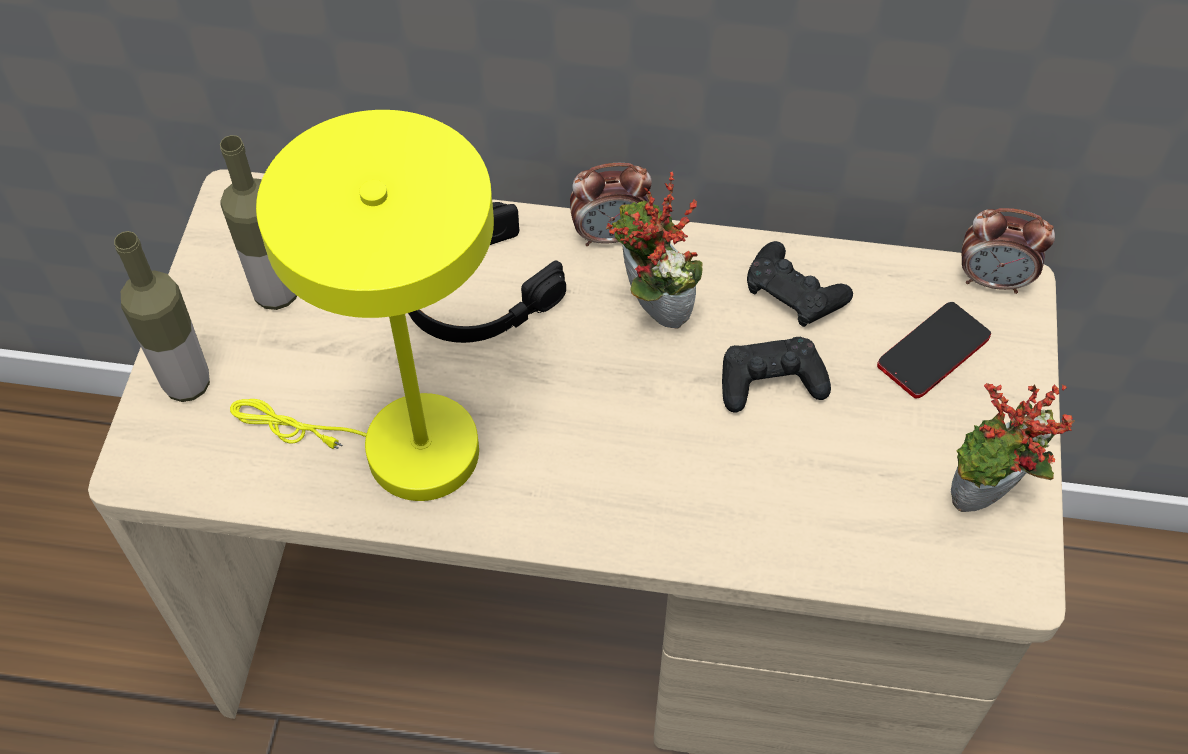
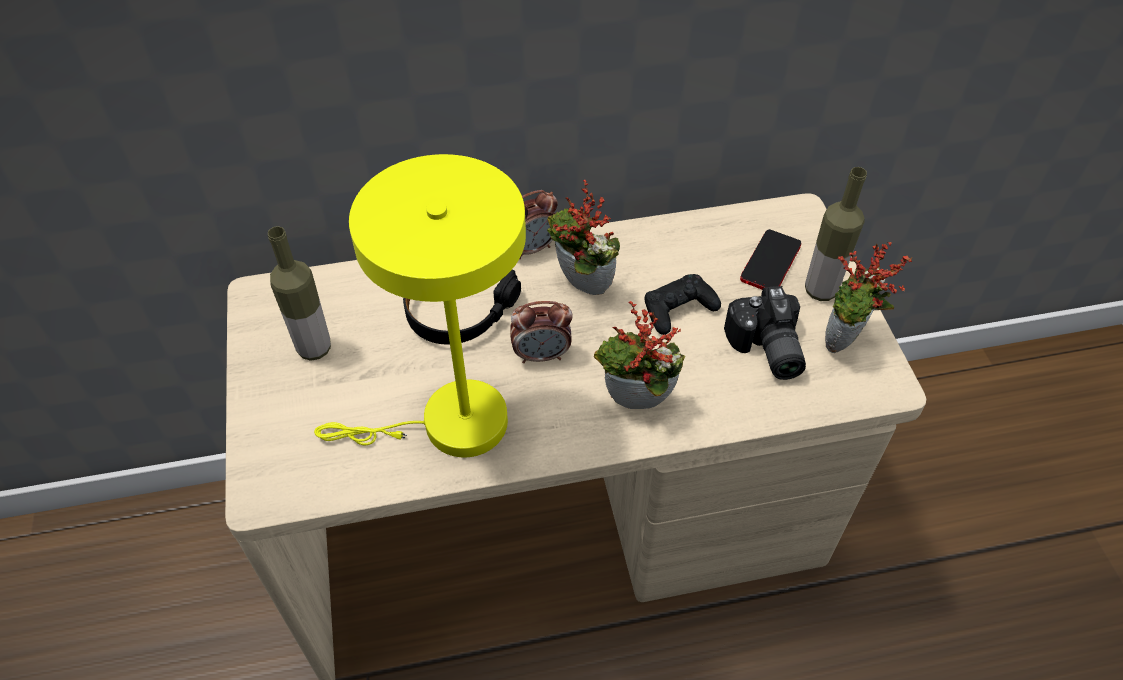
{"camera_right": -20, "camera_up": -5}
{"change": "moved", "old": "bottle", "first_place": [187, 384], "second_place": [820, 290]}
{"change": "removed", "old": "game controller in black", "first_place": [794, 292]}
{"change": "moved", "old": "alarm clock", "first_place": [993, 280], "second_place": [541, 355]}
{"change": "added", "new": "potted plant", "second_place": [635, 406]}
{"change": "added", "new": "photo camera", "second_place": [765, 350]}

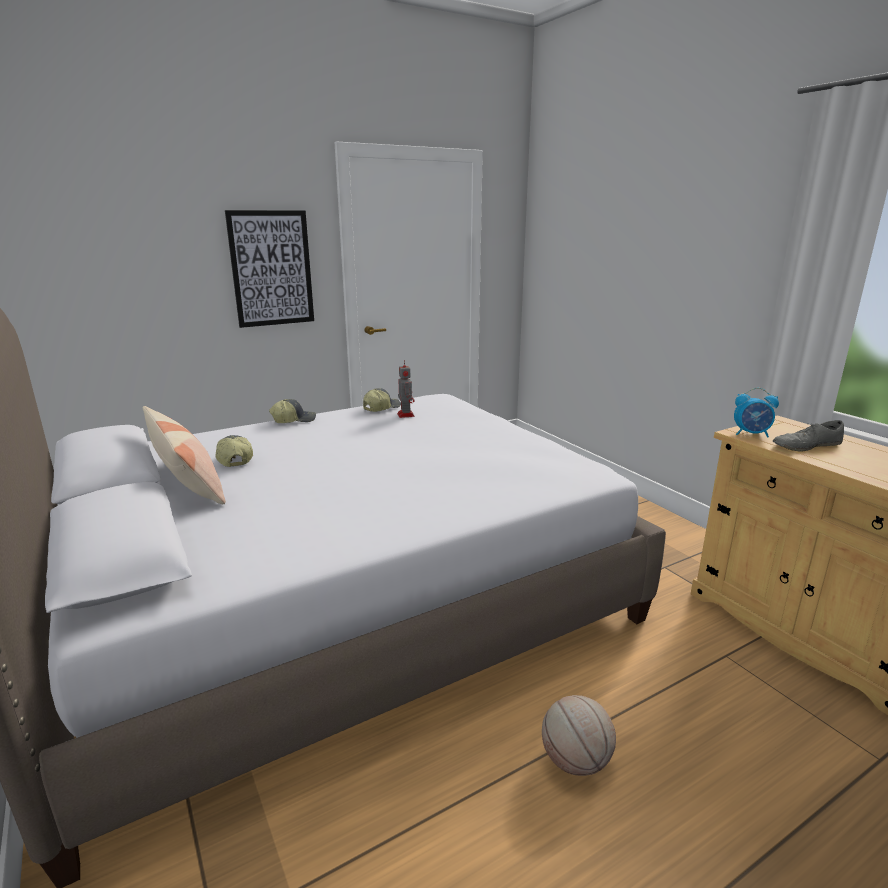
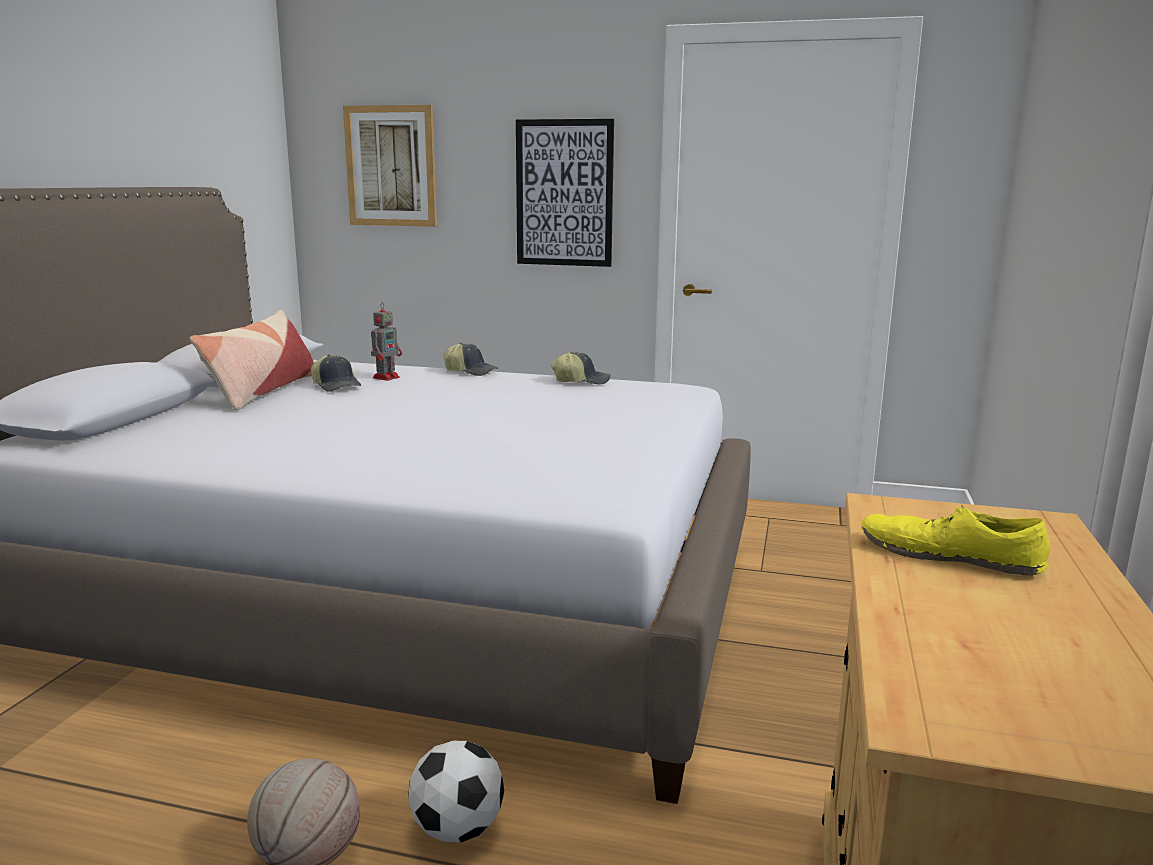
{"camera_right": 45, "camera_up": -5}
{"change": "turned", "old": "cap", "first_place": [234, 459], "second_place": [337, 386], "degrees": 120}
{"change": "moved", "old": "toy robot", "first_place": [405, 414], "second_place": [387, 377]}
{"change": "removed", "old": "alarm clock", "first_place": [751, 434]}
{"change": "recoloured", "old": "shoe in grey", "new": "shoe in yellow", "first_place": [806, 446], "second_place": [948, 556]}
{"change": "added", "new": "picture", "second_place": [391, 166]}
{"change": "added", "new": "football", "second_place": [457, 829]}

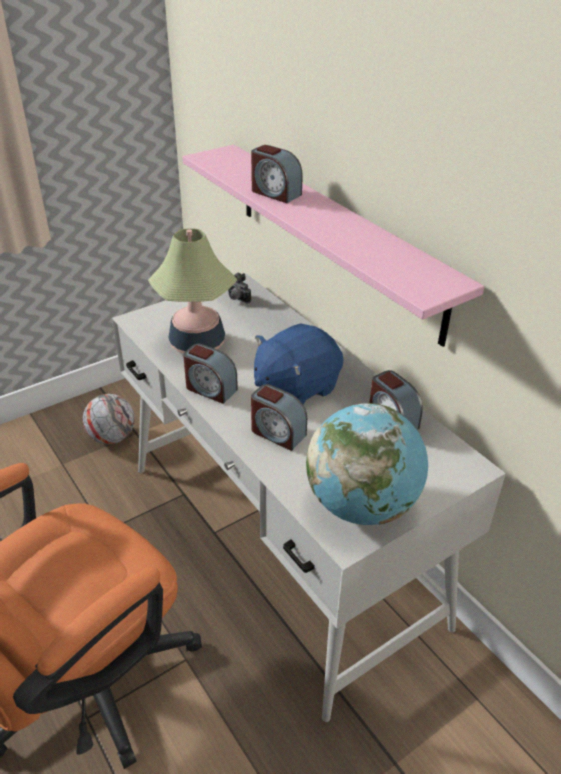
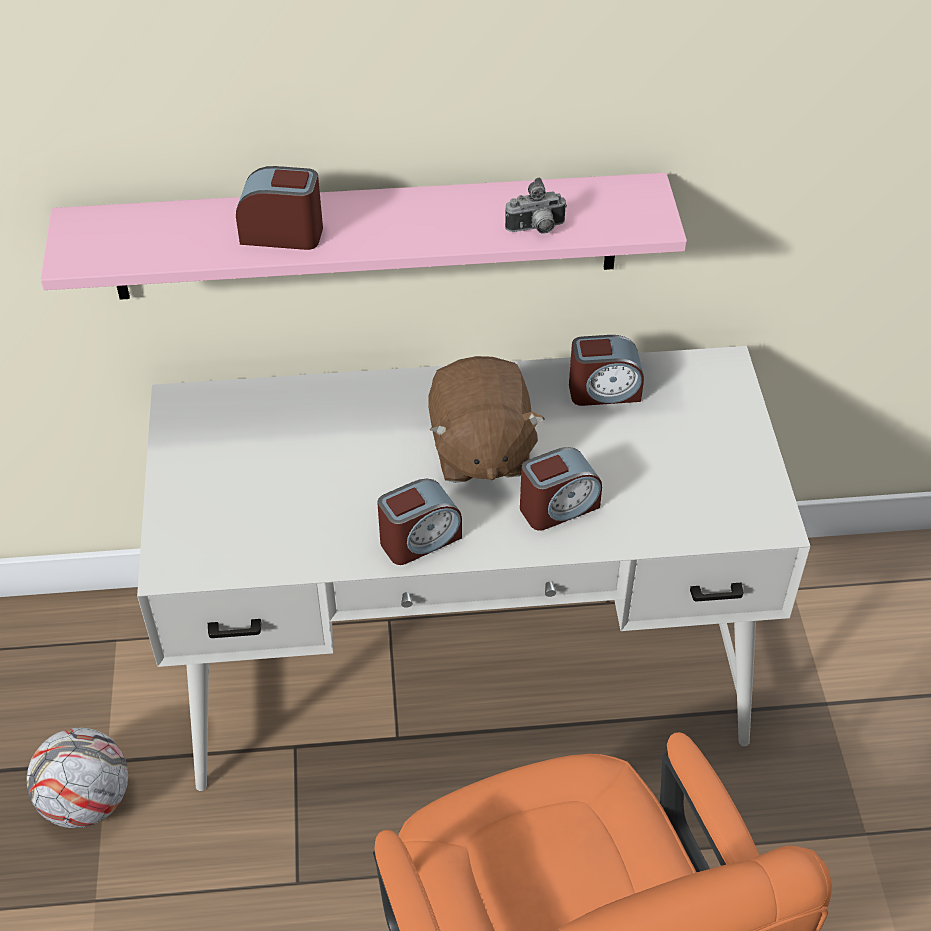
{"camera_right": -60, "camera_up": 10}
{"change": "removed", "old": "table lamp", "first_place": [197, 343]}
{"change": "moved", "old": "photo camera", "first_place": [237, 298], "second_place": [536, 229]}
{"change": "turned", "old": "alarm clock", "first_place": [275, 193], "second_place": [282, 233], "degrees": -150}
{"change": "recoloured", "old": "plush toy in blue", "new": "plush toy in brown", "first_place": [295, 387], "second_place": [480, 450]}
{"change": "removed", "old": "globe", "first_place": [362, 505]}

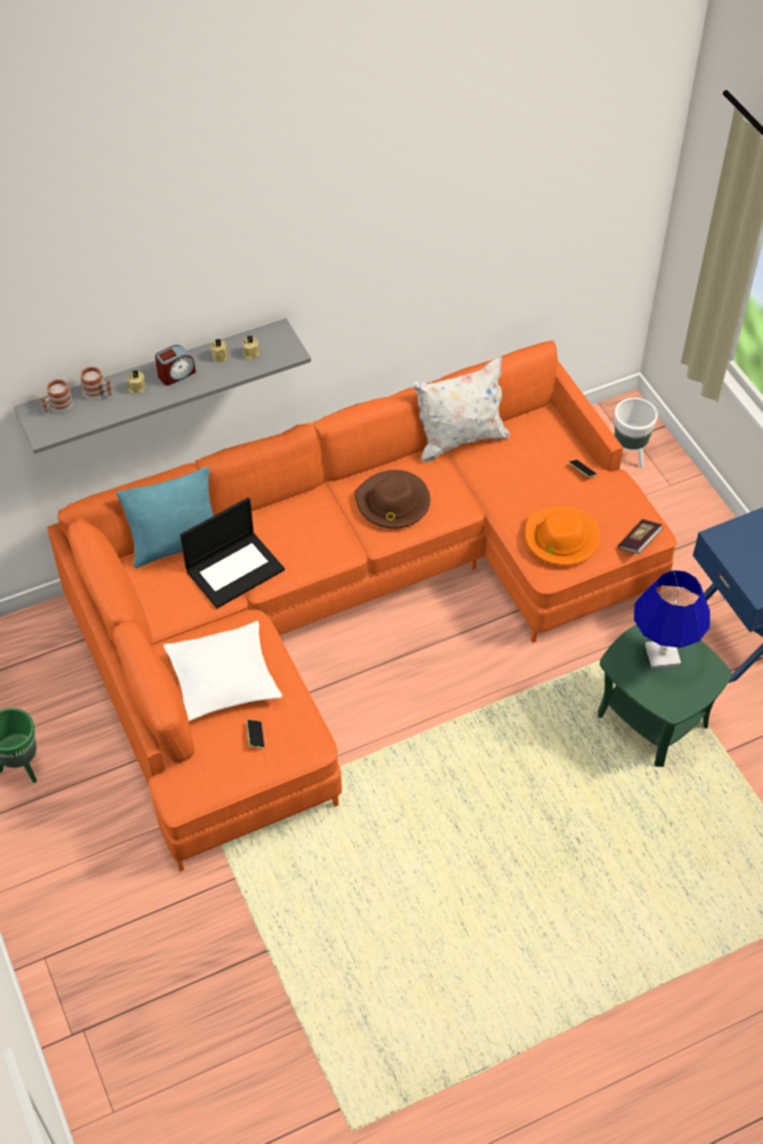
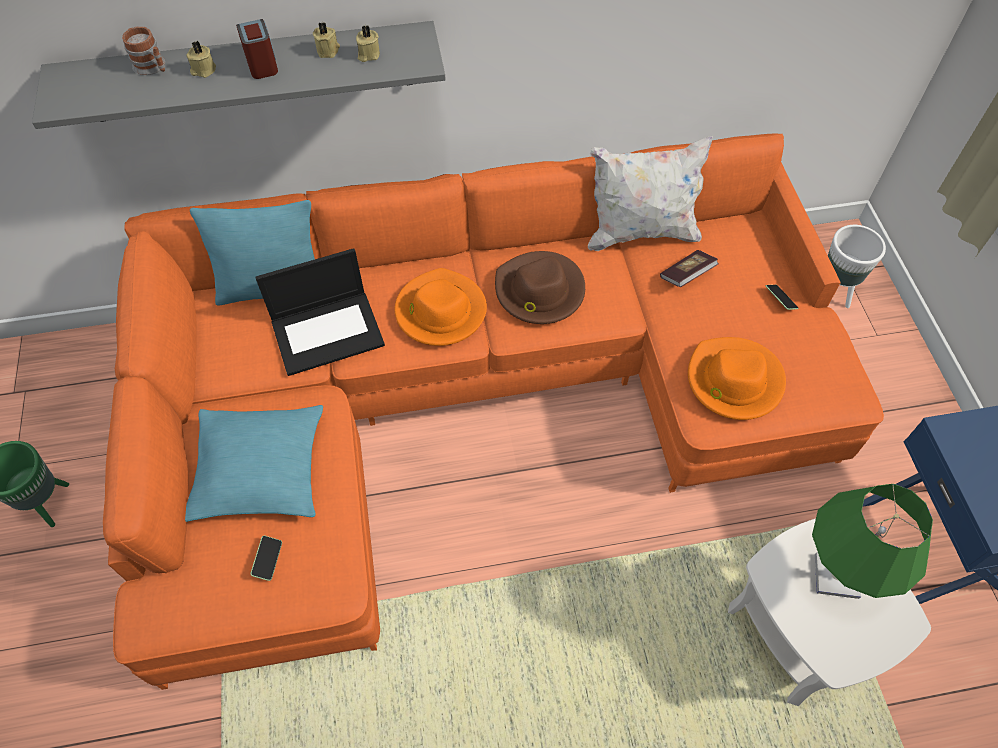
{"camera_right": 15, "camera_up": 5}
{"change": "removed", "old": "mug", "first_place": [58, 406]}
{"change": "turned", "old": "alarm clock", "first_place": [176, 374], "second_place": [261, 62], "degrees": -90}
{"change": "recoloured", "old": "pillow in white", "new": "pillow in turquoise", "first_place": [223, 679], "second_place": [259, 470]}
{"change": "recoloured", "old": "side table in green", "new": "side table in white", "first_place": [652, 720], "second_place": [797, 633]}
{"change": "moved", "old": "book", "first_place": [639, 542], "second_place": [686, 275]}
{"change": "recoloured", "old": "table lamp in blue", "new": "table lamp in green", "first_place": [662, 655], "second_place": [835, 576]}
{"change": "added", "new": "hat in orange", "second_place": [440, 311]}

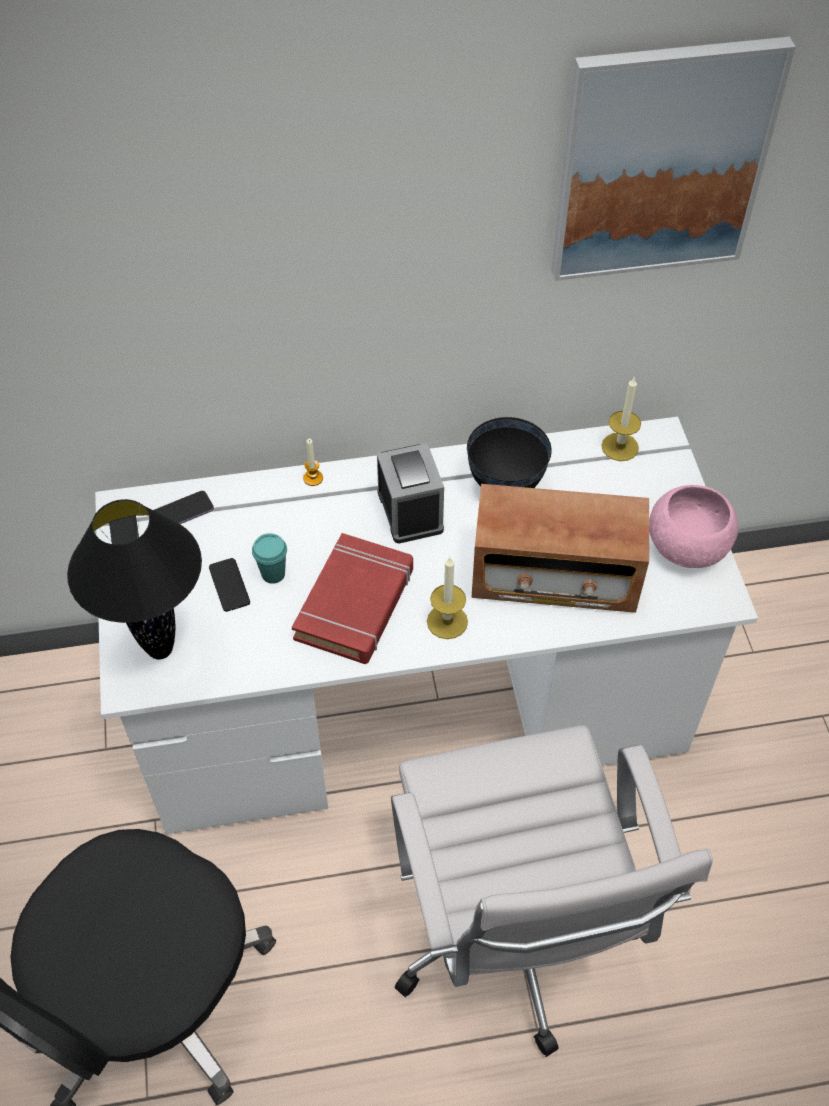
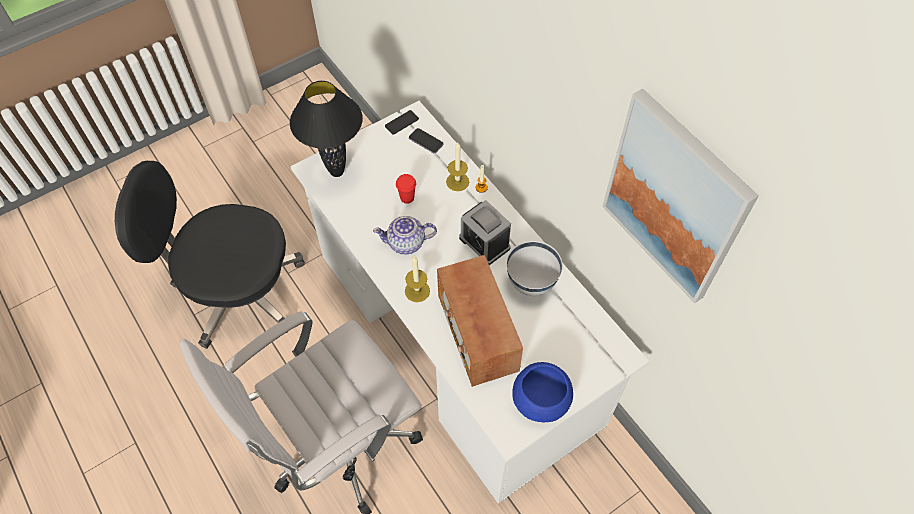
{"camera_right": 65, "camera_up": 5}
{"change": "removed", "old": "phone", "first_place": [229, 585]}
{"change": "recoloured", "old": "cup in turquoise", "new": "cup in red", "first_place": [273, 574], "second_place": [407, 198]}
{"change": "replaced", "old": "book in red", "new": "teapot", "first_place": [355, 604], "second_place": [406, 243]}
{"change": "turned", "old": "alarm clock", "first_place": [410, 511], "second_place": [484, 242], "degrees": 90}
{"change": "recoloured", "old": "bowl in black", "new": "bowl in white", "first_place": [505, 485], "second_place": [531, 283]}
{"change": "moved", "old": "candle", "first_place": [620, 447], "second_place": [457, 181]}
{"change": "recoloured", "old": "bowl in pink", "new": "bowl in blue", "first_place": [688, 546], "second_place": [541, 401]}

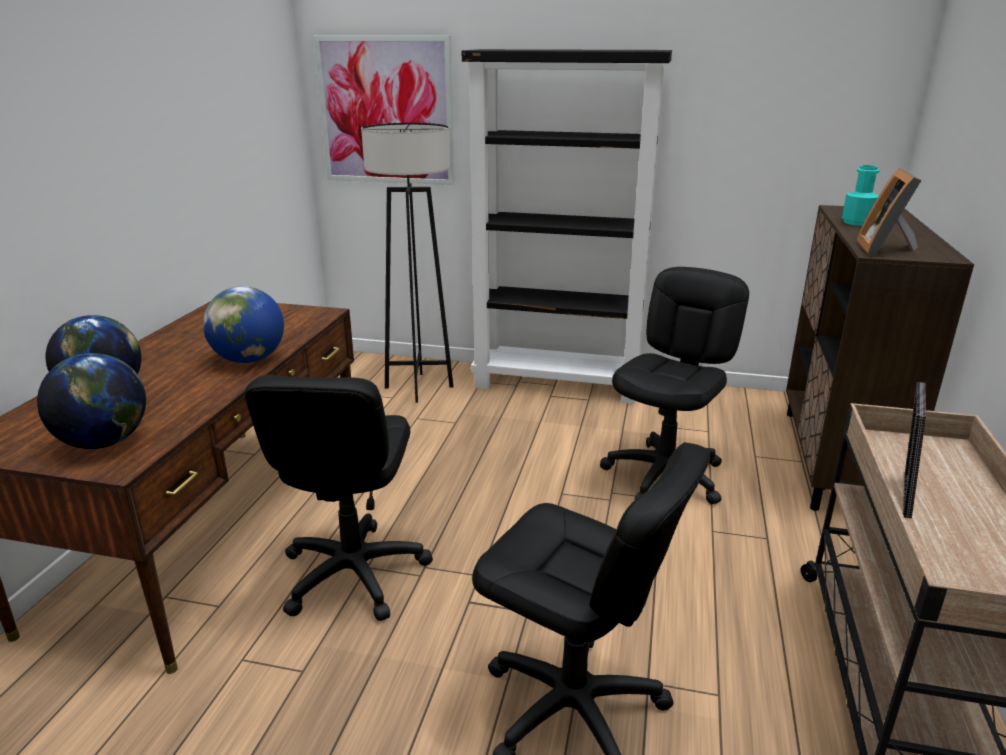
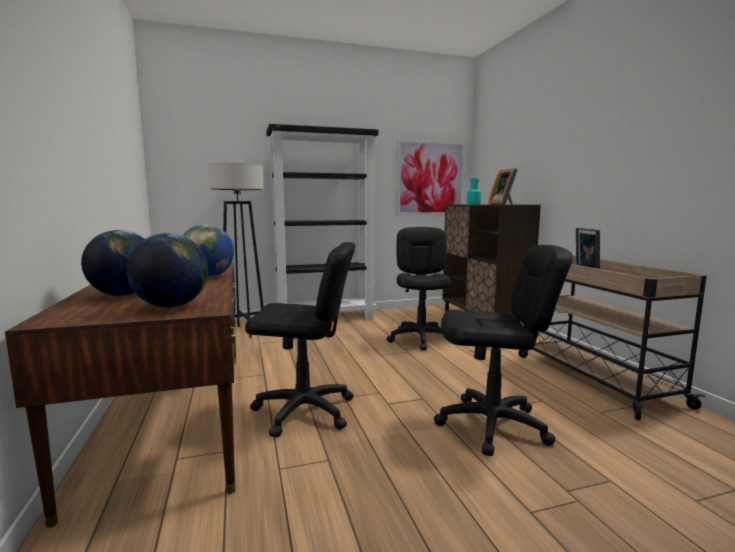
{"camera_right": -30, "camera_up": -15}
{"change": "turned", "old": "office chair in black", "first_place": [353, 573], "second_place": [304, 411], "degrees": -60}
{"change": "moved", "old": "picture", "first_place": [385, 111], "second_place": [430, 178]}

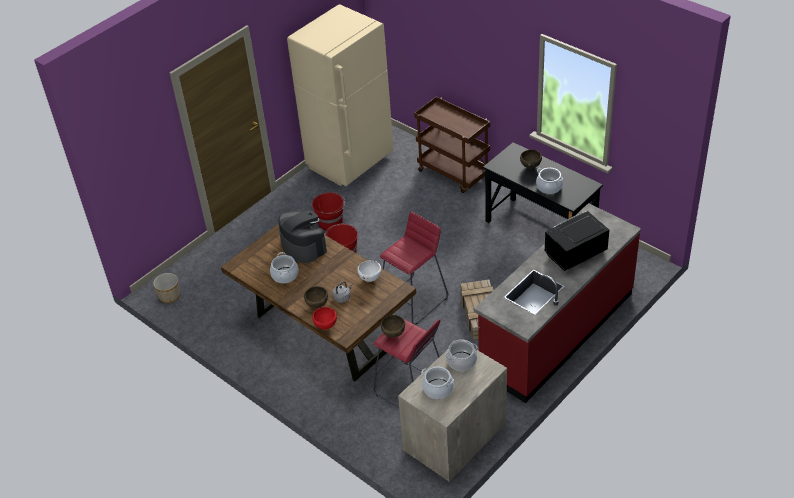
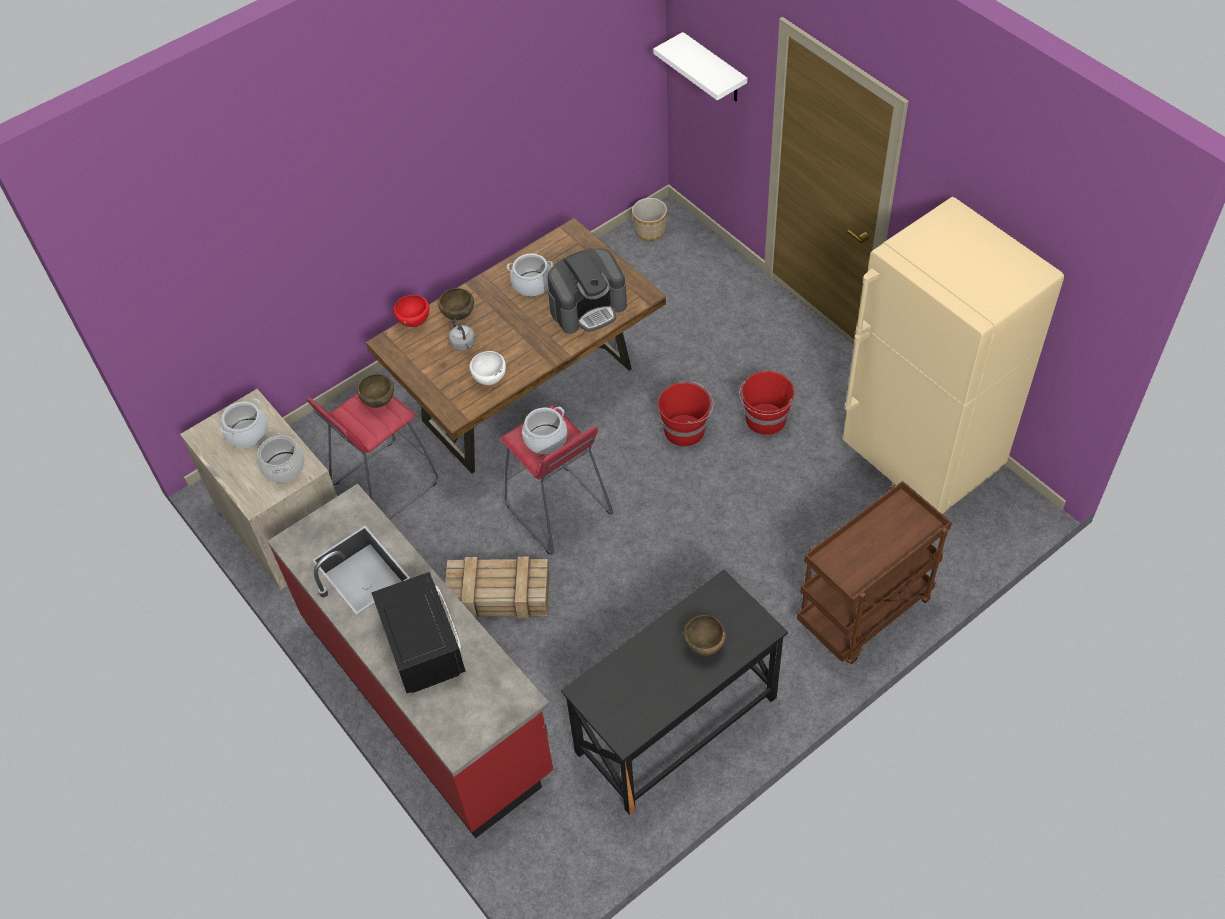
{"camera_right": 100, "camera_up": 10}
{"change": "moved", "old": "cooking pot", "first_place": [549, 187], "second_place": [545, 439]}
{"change": "added", "new": "shelf in white", "second_place": [714, 69]}

